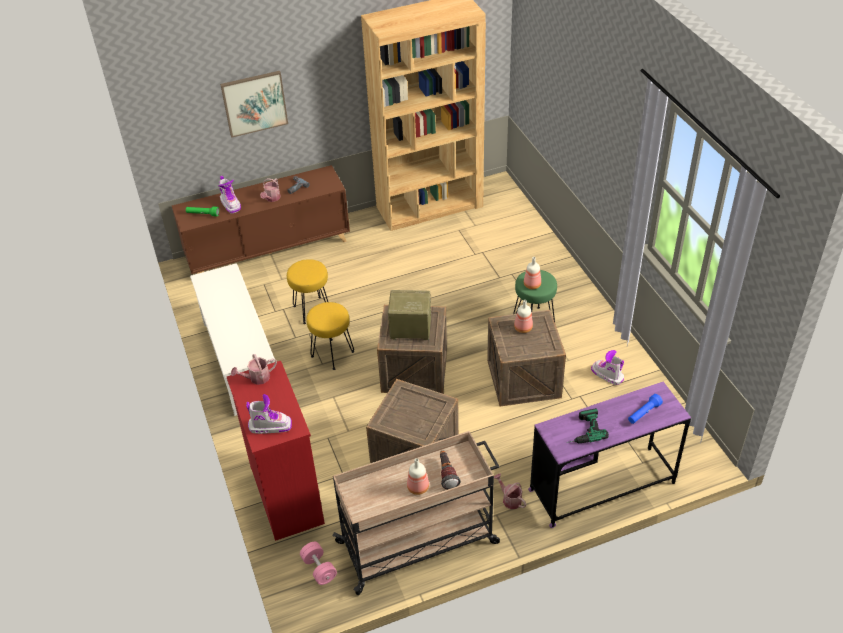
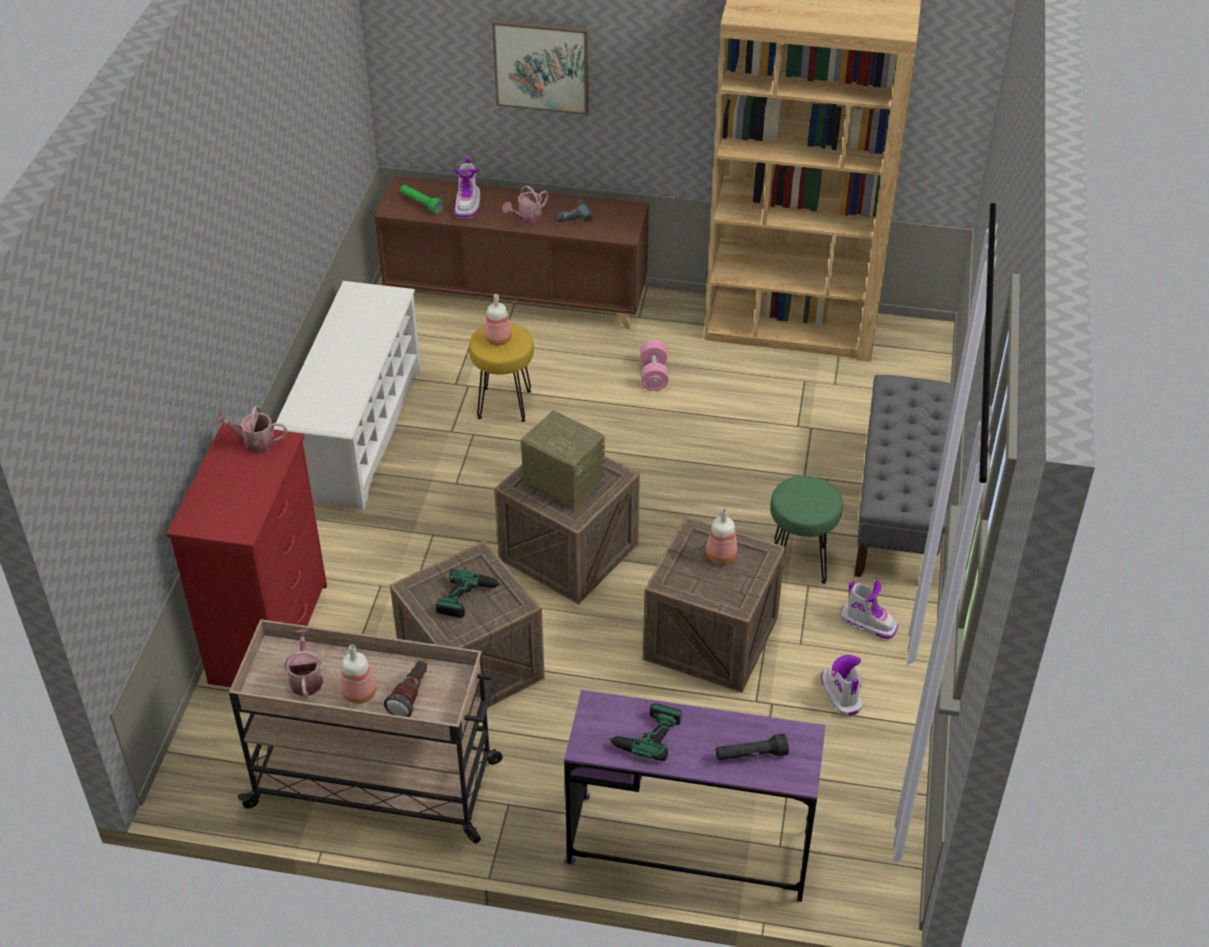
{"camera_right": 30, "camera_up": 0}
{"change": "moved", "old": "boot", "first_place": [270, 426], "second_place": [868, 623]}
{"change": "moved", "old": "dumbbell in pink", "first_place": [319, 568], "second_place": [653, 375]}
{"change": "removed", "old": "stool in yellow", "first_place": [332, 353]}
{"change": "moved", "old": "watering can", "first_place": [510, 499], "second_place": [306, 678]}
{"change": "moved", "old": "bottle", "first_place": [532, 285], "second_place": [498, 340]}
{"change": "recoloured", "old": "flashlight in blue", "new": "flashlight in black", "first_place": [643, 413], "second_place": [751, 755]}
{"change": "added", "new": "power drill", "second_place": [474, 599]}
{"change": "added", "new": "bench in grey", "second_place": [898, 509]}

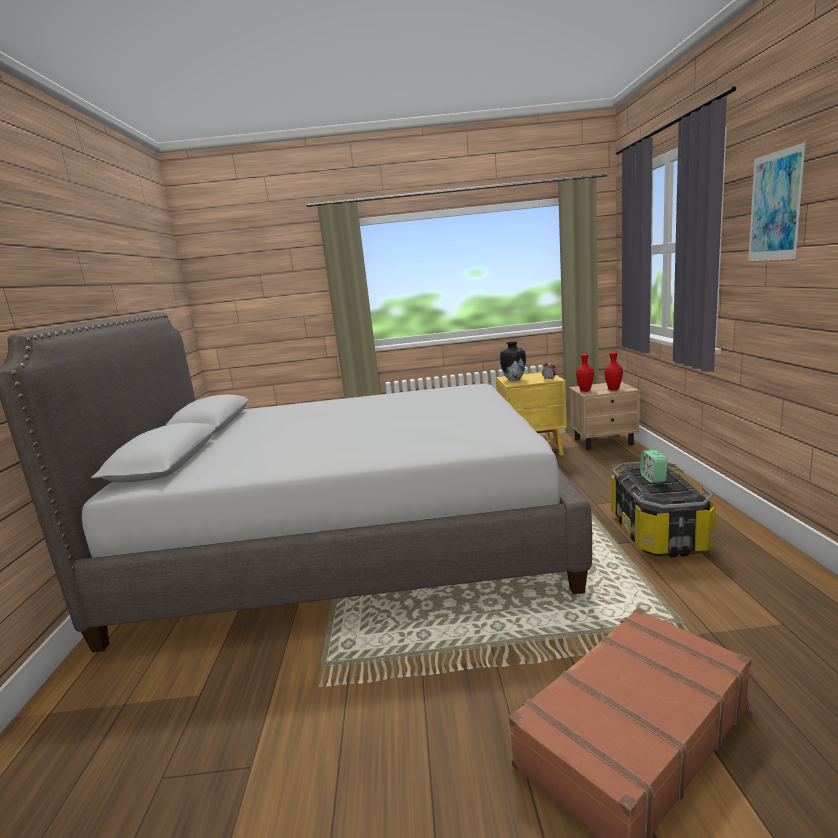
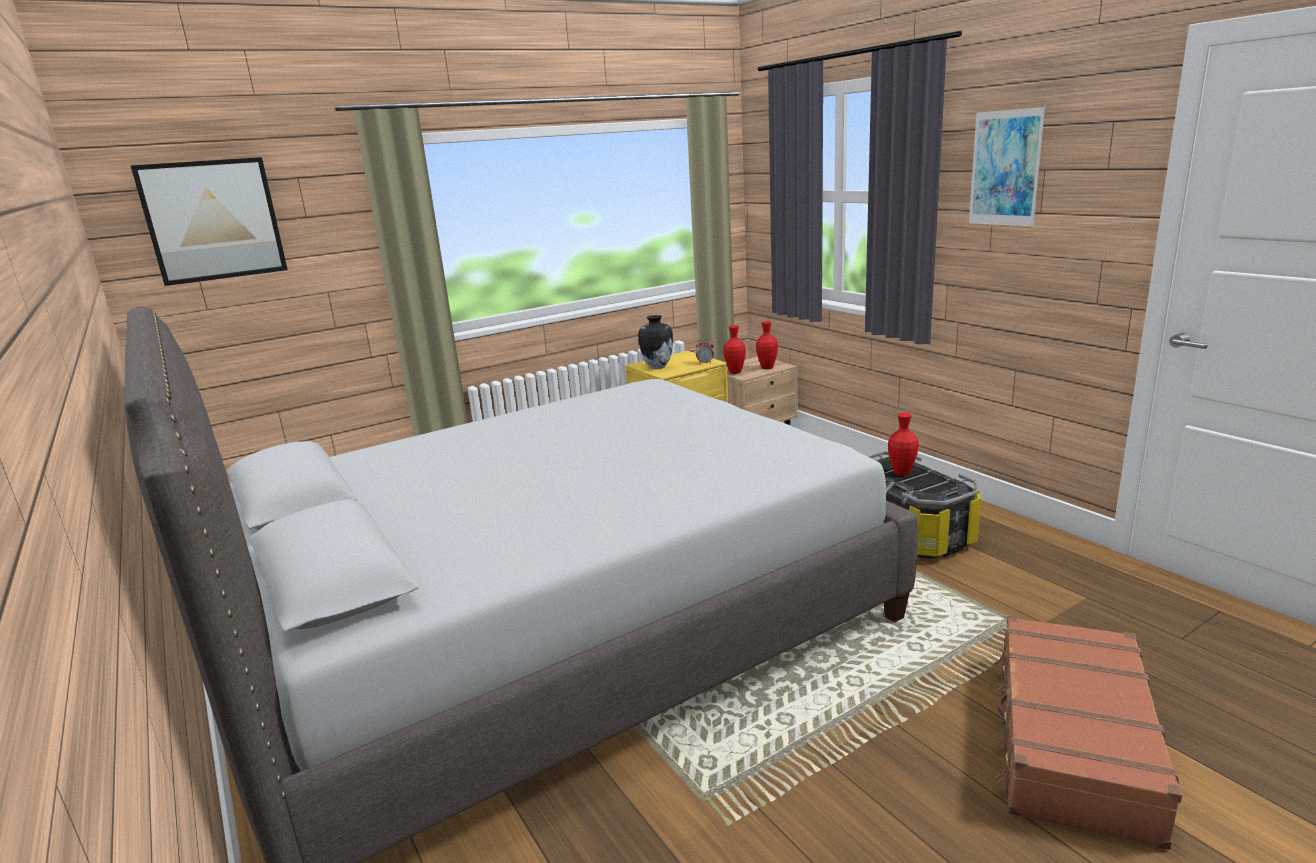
{"camera_right": -30, "camera_up": 5}
{"change": "replaced", "old": "alarm clock", "new": "vase in red", "first_place": [653, 478], "second_place": [901, 473]}
{"change": "added", "new": "picture", "second_place": [213, 220]}

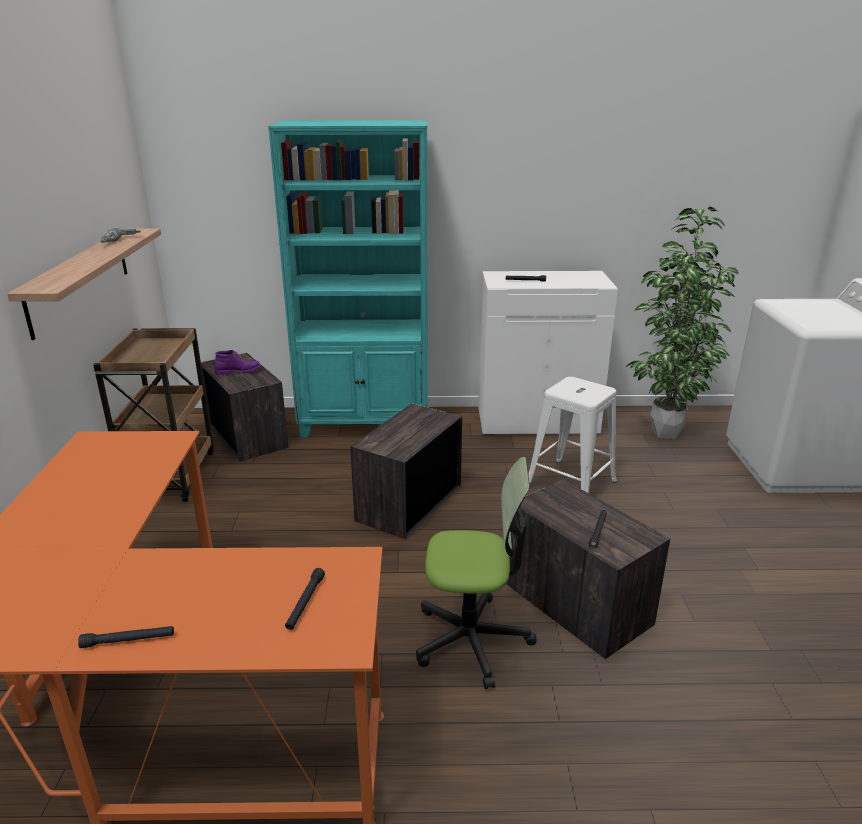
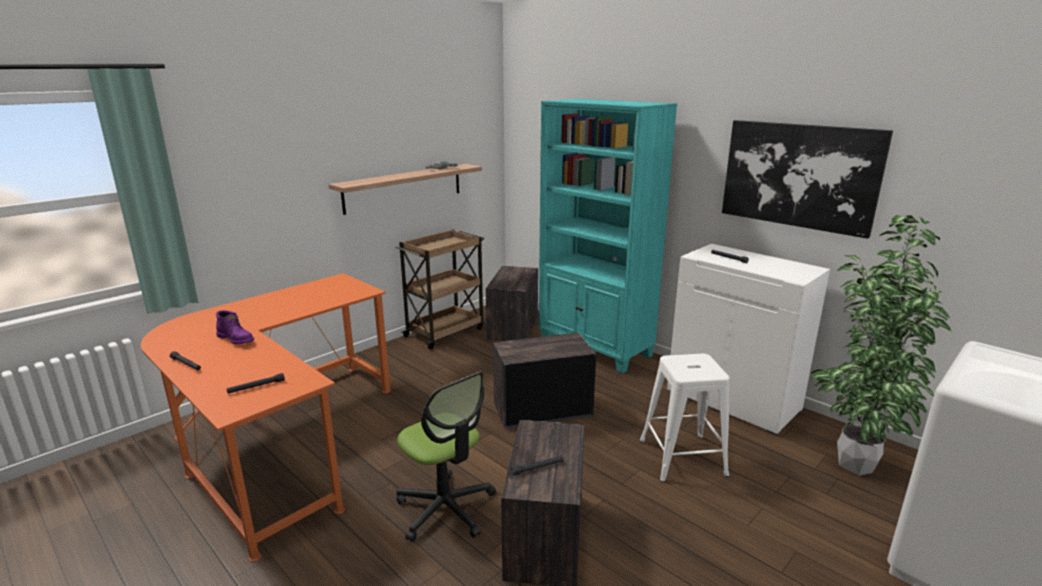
{"camera_right": 45, "camera_up": -5}
{"change": "moved", "old": "boot in purple", "first_place": [238, 372], "second_place": [236, 339]}
{"change": "added", "new": "picture", "second_place": [799, 175]}

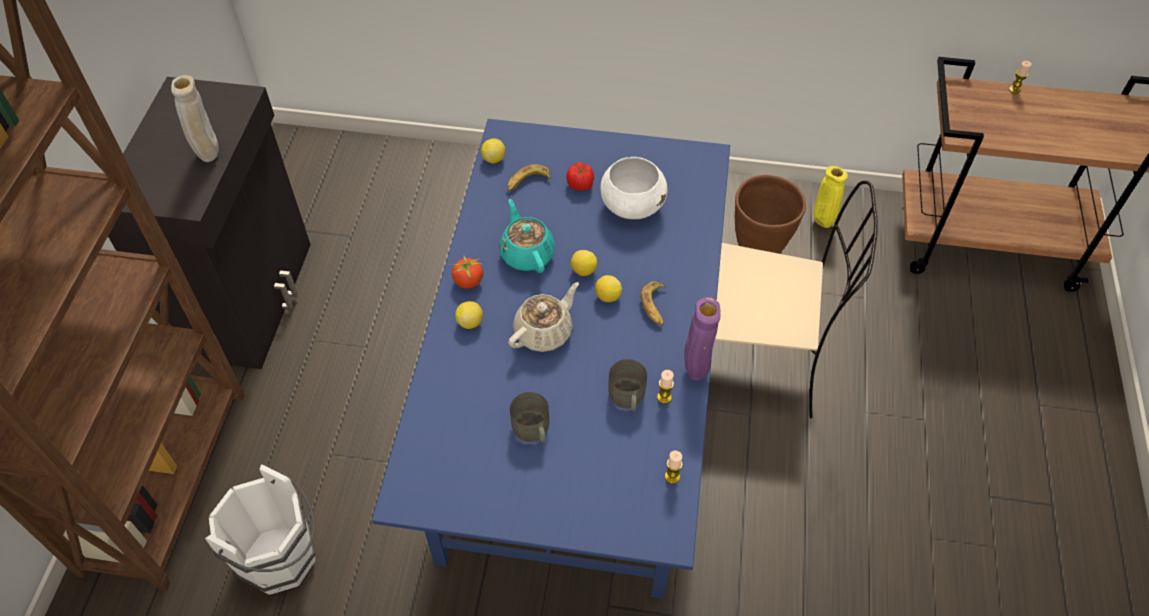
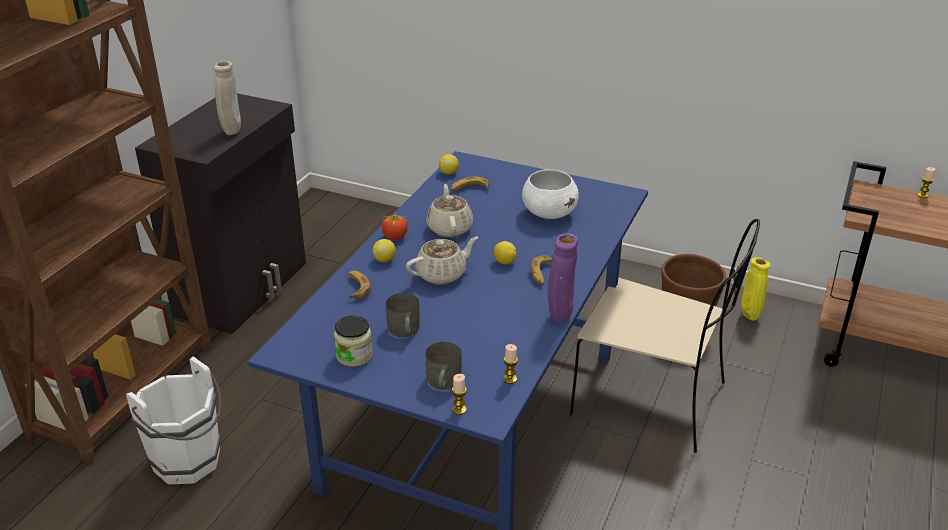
{"camera_right": 15, "camera_up": -20}
{"change": "recoloured", "old": "teapot in turquoise", "new": "teapot in beige", "first_place": [527, 253], "second_place": [449, 228]}
{"change": "removed", "old": "tomato", "first_place": [580, 185]}
{"change": "removed", "old": "lemon", "first_place": [583, 270]}
{"change": "moved", "old": "mug in grey", "first_place": [627, 398], "second_place": [443, 382]}
{"change": "moved", "old": "candle", "first_place": [664, 397], "second_place": [459, 409]}
{"change": "added", "new": "jar", "second_place": [354, 355]}
{"change": "added", "new": "banana", "second_place": [356, 287]}

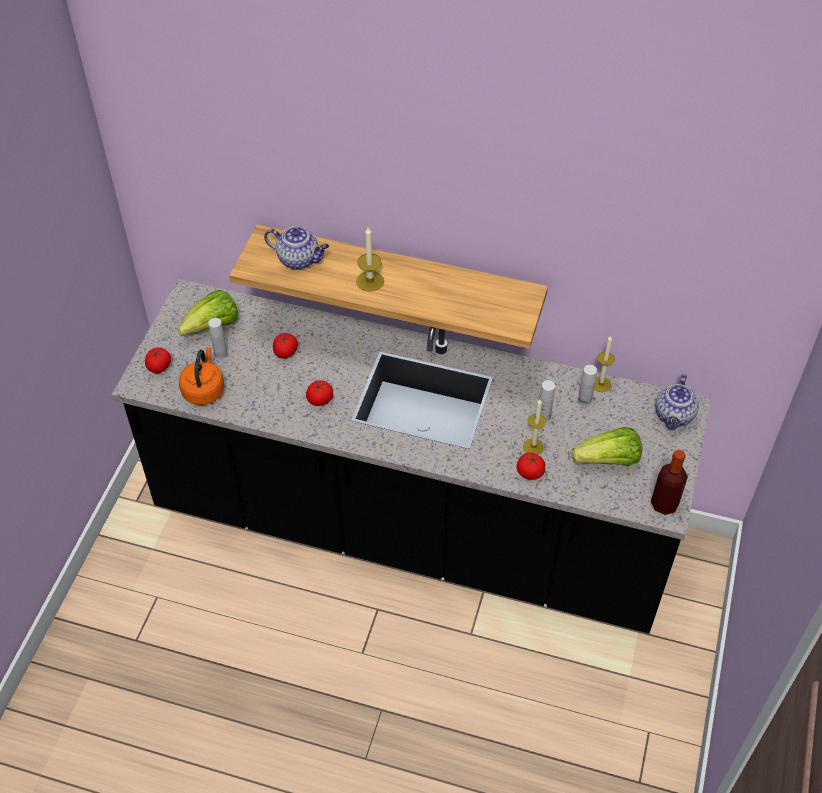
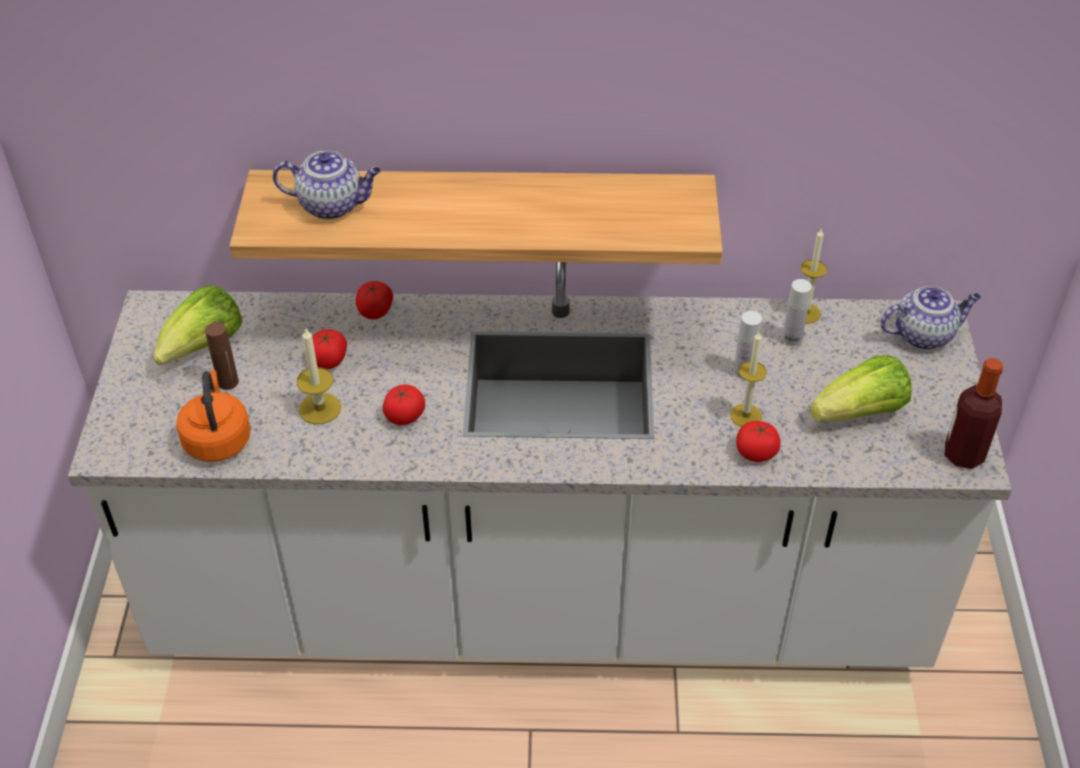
{"camera_right": -15, "camera_up": -5}
{"change": "recoloured", "old": "counter in black", "new": "counter in white", "first_place": [411, 528], "second_place": [541, 601]}
{"change": "moved", "old": "tomato", "first_place": [159, 367], "second_place": [375, 311]}
{"change": "recoloured", "old": "bottle in white", "new": "bottle in brown", "first_place": [220, 354], "second_place": [228, 382]}
{"change": "moved", "old": "candle", "first_place": [370, 281], "second_place": [320, 408]}
{"change": "turned", "old": "teapot", "first_place": [674, 416], "second_place": [924, 334], "degrees": -105}

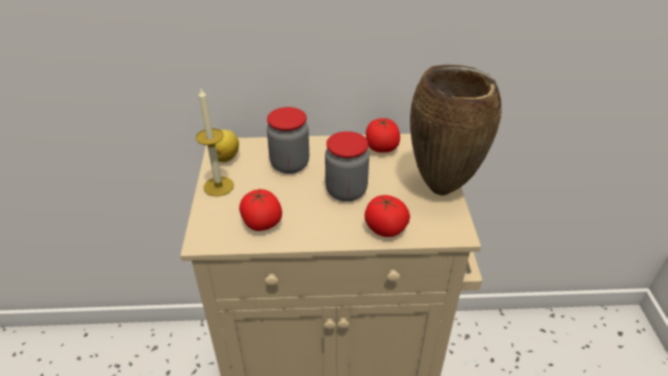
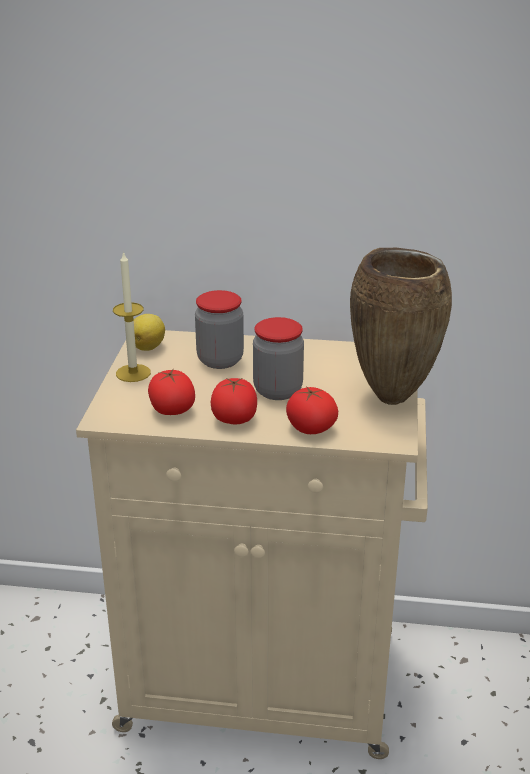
{"camera_right": 10, "camera_up": -10}
{"change": "moved", "old": "tomato", "first_place": [381, 148], "second_place": [234, 419]}

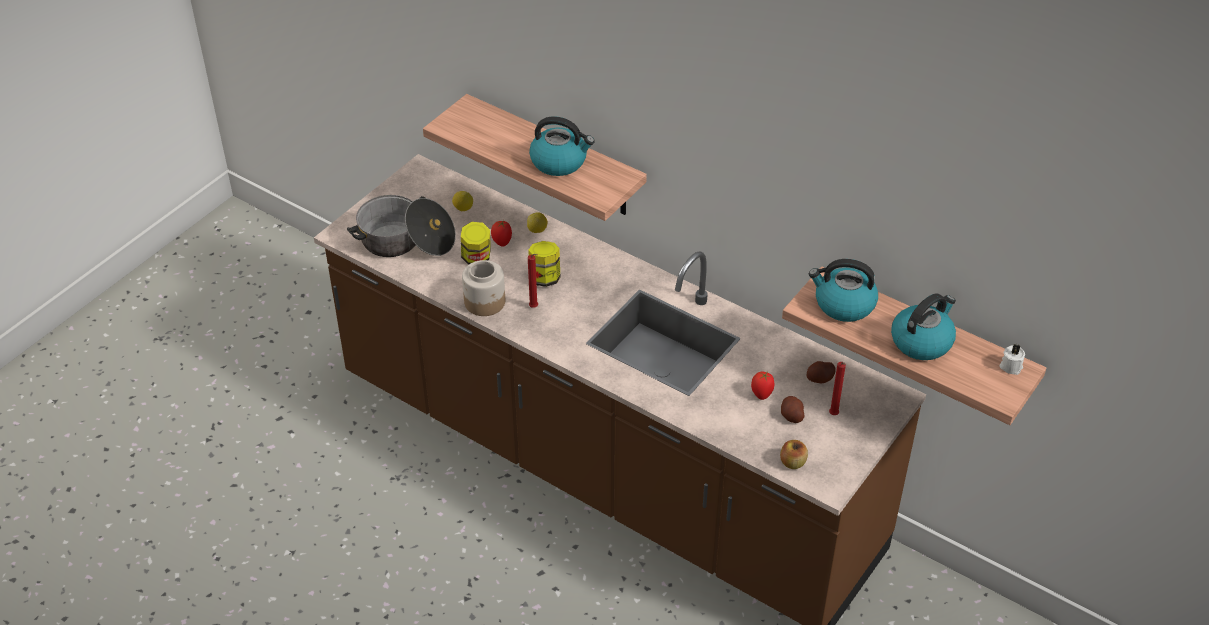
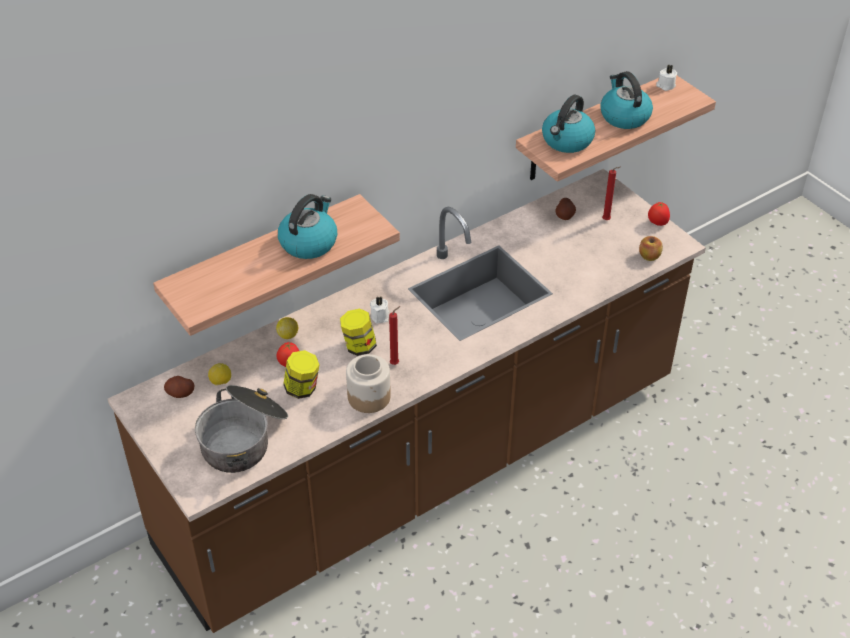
{"camera_right": -70, "camera_up": 0}
{"change": "moved", "old": "tomato", "first_place": [761, 394], "second_place": [657, 223]}
{"change": "moved", "old": "potato", "first_place": [791, 416], "second_place": [180, 393]}
{"change": "added", "new": "candle in white", "second_place": [380, 316]}

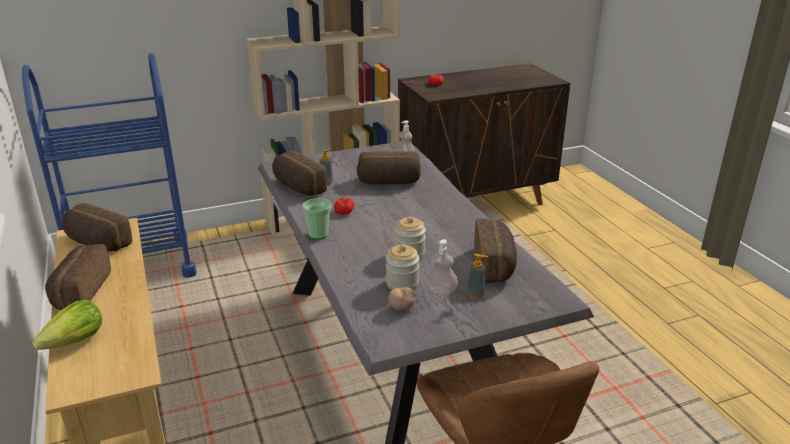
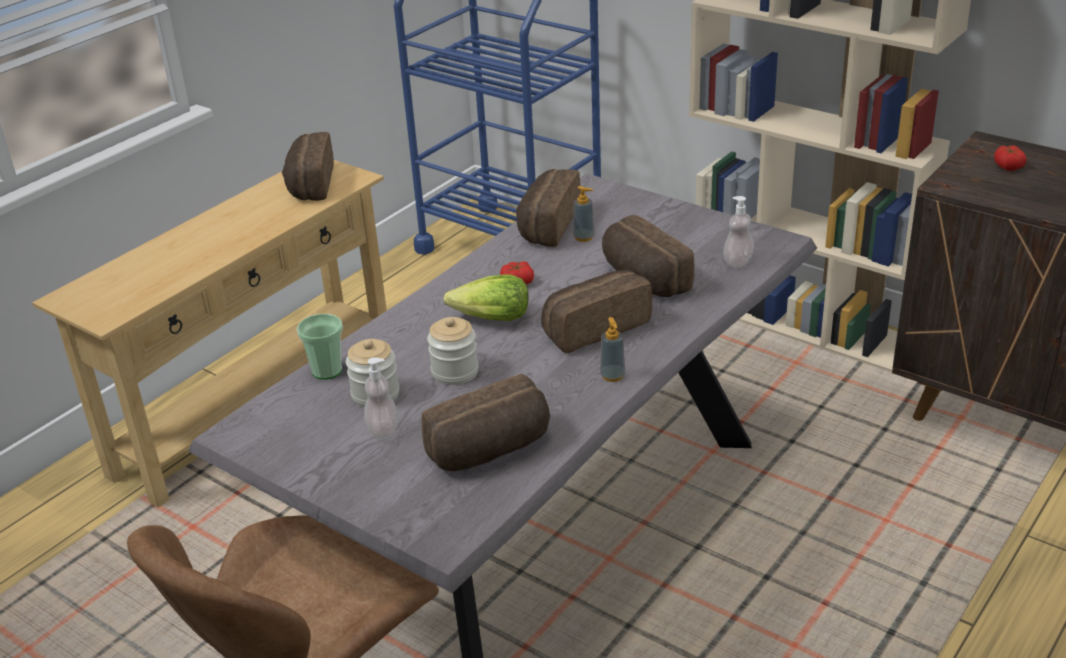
{"camera_right": 60, "camera_up": 5}
{"change": "moved", "old": "lettuce", "first_place": [75, 341], "second_place": [492, 319]}
{"change": "moved", "old": "bread", "first_place": [79, 291], "second_place": [594, 327]}
{"change": "moved", "old": "cup", "first_place": [318, 234], "second_place": [327, 371]}
{"change": "removed", "old": "tomato", "first_place": [402, 307]}
{"change": "moved", "old": "soap dispenser", "first_place": [475, 294], "second_place": [612, 376]}

